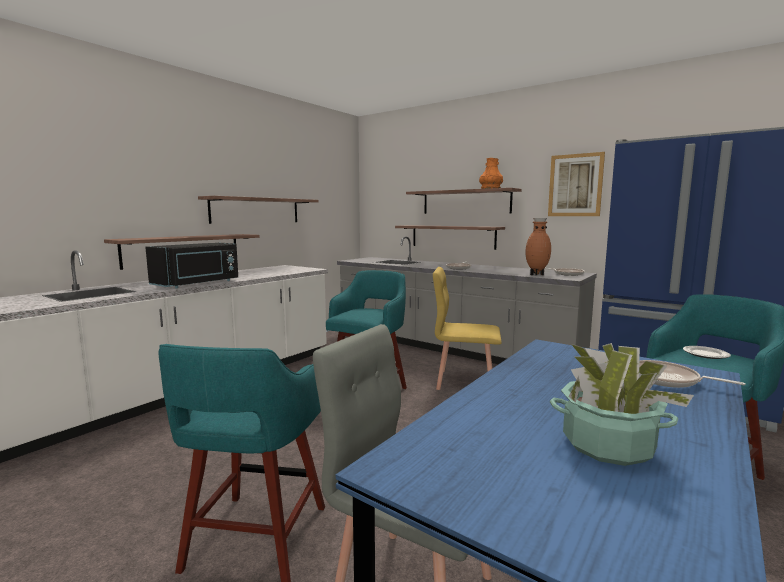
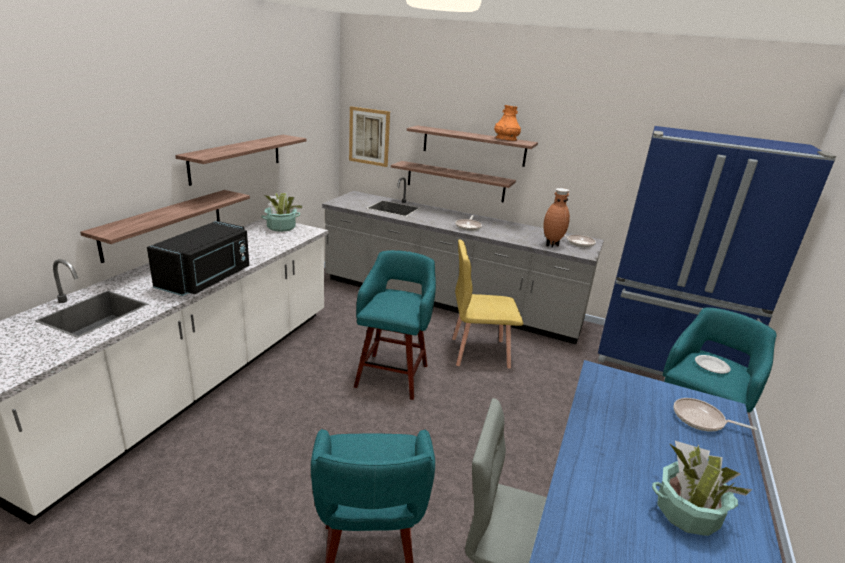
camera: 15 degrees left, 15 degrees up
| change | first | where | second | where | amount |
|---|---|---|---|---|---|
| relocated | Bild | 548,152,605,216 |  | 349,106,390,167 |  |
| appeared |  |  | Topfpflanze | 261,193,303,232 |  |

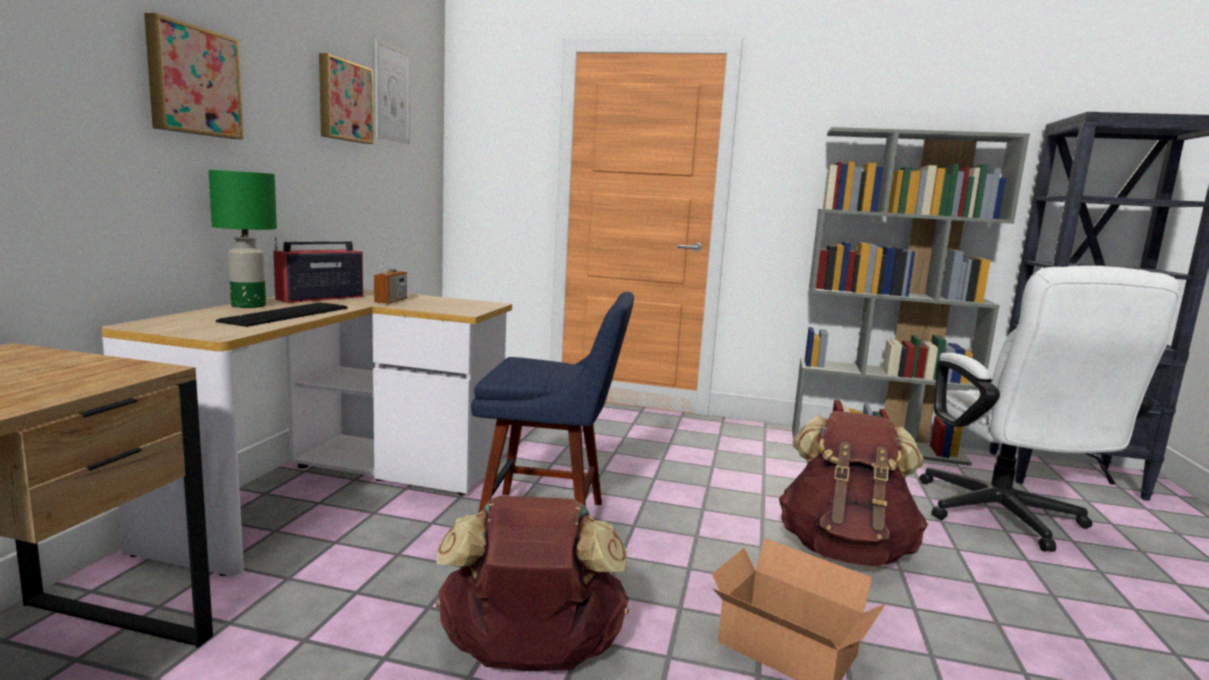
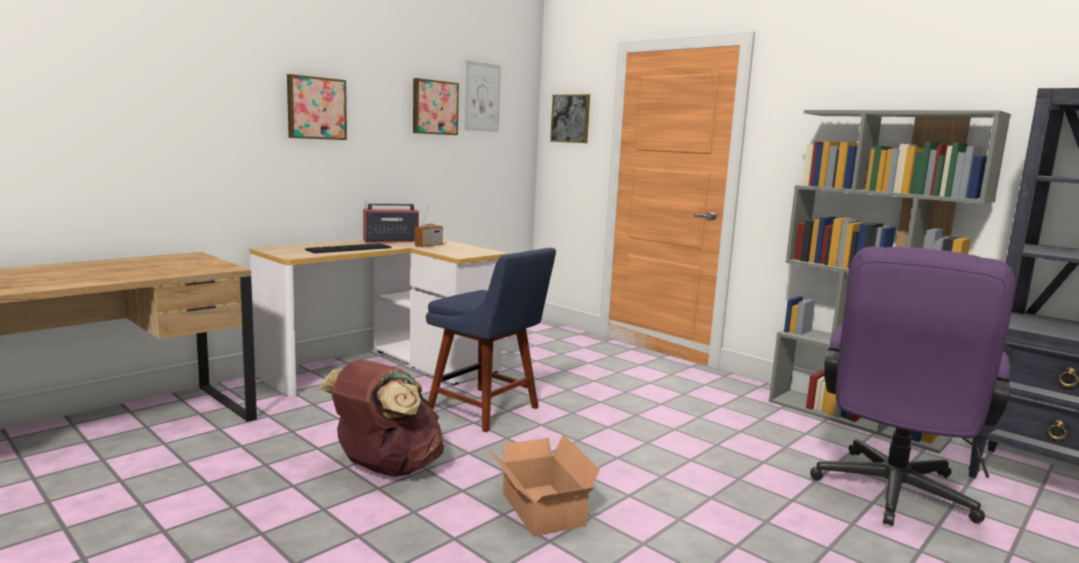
camera: 30 degrees right, 0 degrees up
| change | first | where | second | where | amount |
|---|---|---|---|---|---|
| missing | Tischlampe/grün | 209,170,277,308 |  |  |  |
| missing | Rucksack/braun | 779,411,928,567 |  |  |  |
| colour | Bürostuhl/weiß | 919,266,1180,552 | Bürostuhl/lila | 810,247,1016,526 |  |
| appeared |  |  | Bild | 550,94,590,143 |  |

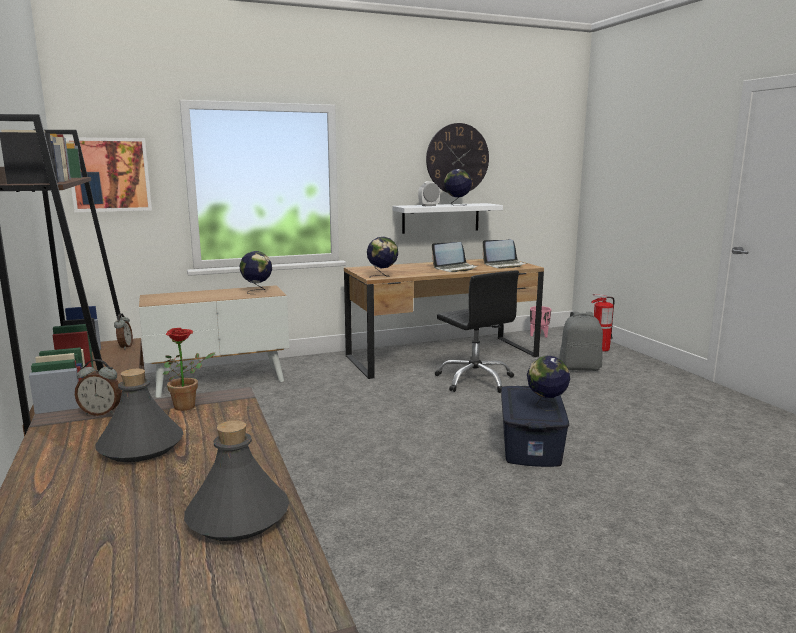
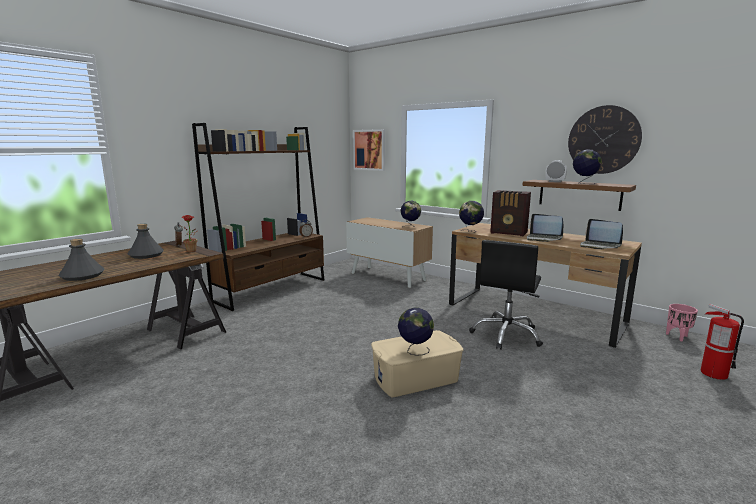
camera: 60 degrees right, 0 degrees up
| change | first | where | second | where | amount |
|---|---|---|---|---|---|
| colour | Wandregal/weiß | 392,203,503,234 | Wandregal/braun | 522,180,636,211 |  |
| colour | Aufbewahrungsbox/blau | 501,386,569,467 | Aufbewahrungsbox/beige | 371,330,463,397 |  |
| missing | Rucksack/grau | 559,311,603,371 |  |  |  |
| appeared |  |  | Radio | 490,190,531,236 |  |

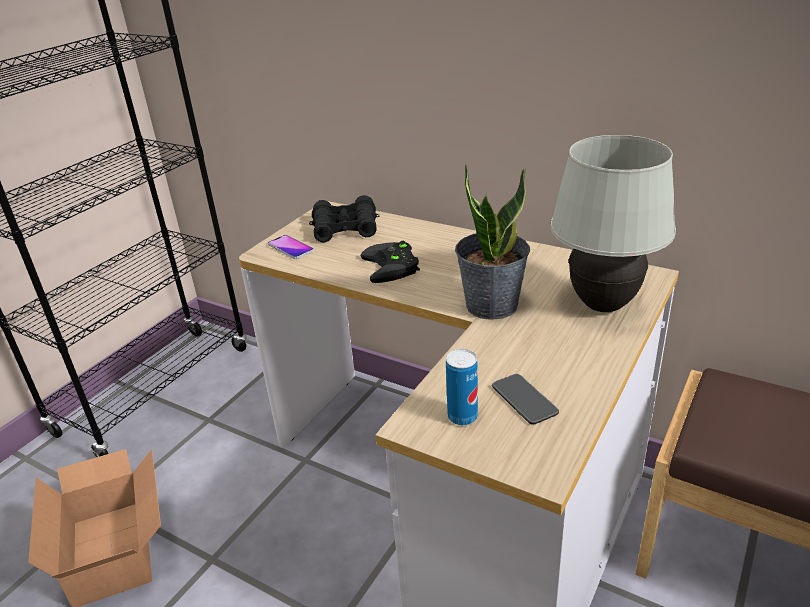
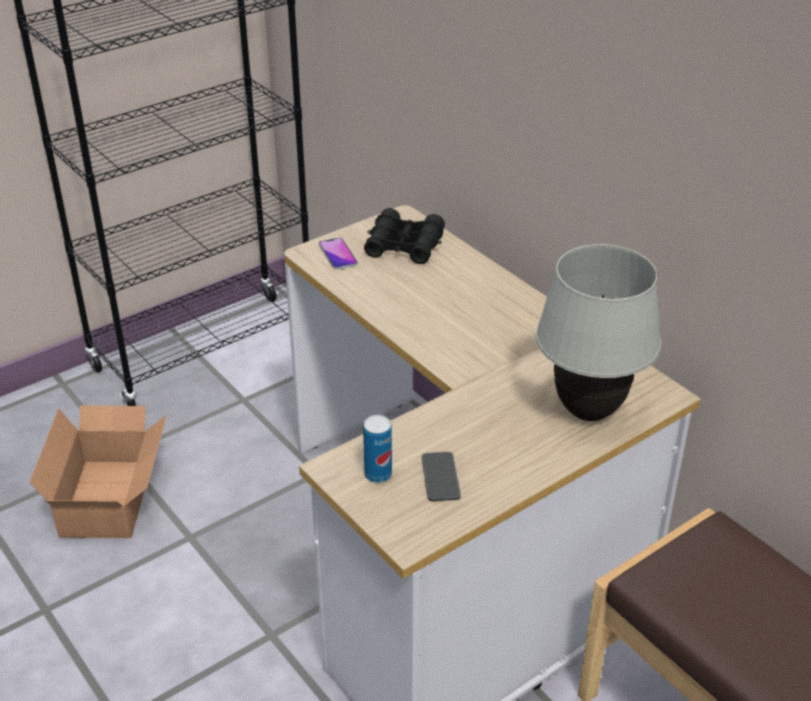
camera: 20 degrees right, 5 degrees up
| change | first | where | second | where | amount |
|---|---|---|---|---|---|
| missing | Gamepad/schwarz | 361,241,420,283 |  |  |  |
| missing | Topfpflanze | 455,164,530,320 |  |  |  |

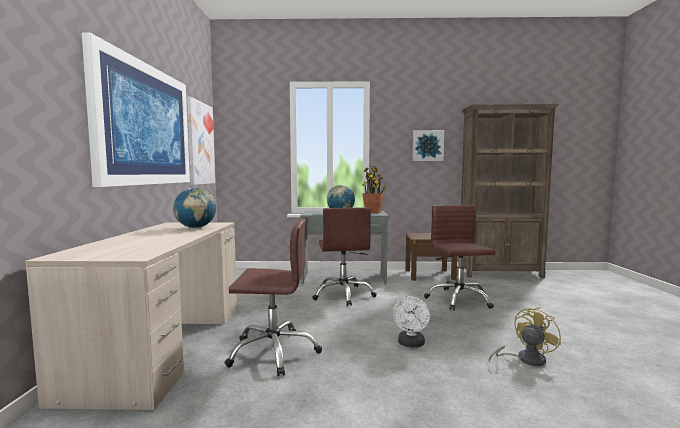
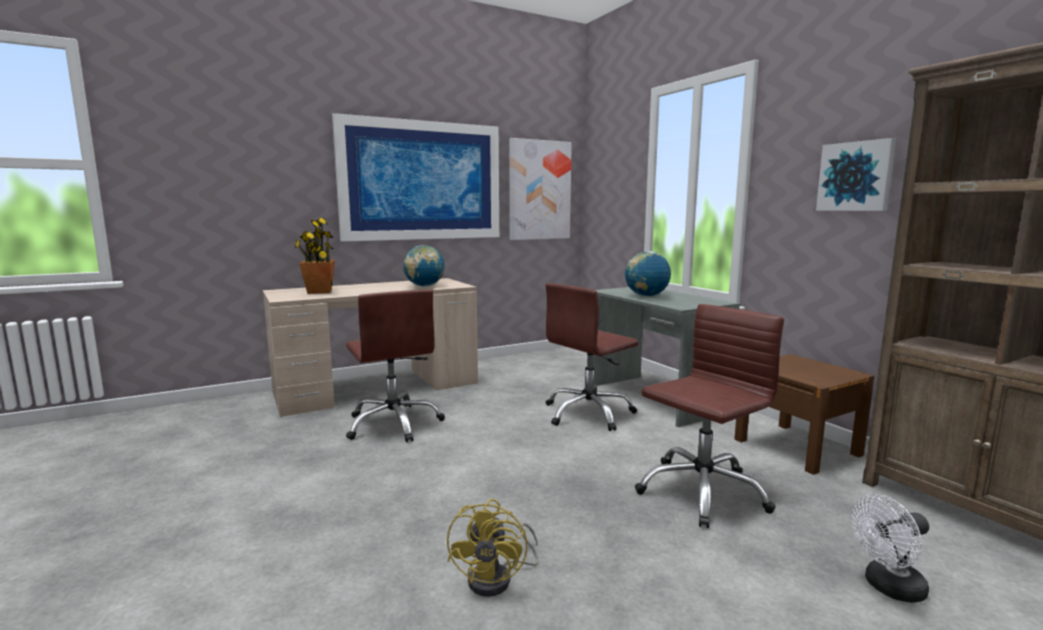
camera: 60 degrees right, 5 degrees up
| change | first | where | second | where | amount |
|---|---|---|---|---|---|
| relocated | Topfpflanze | 362,166,386,213 |  | 295,218,335,294 |  |
| relocated | Ventilator/weiß | 393,297,430,348 |  | 852,494,929,603 |  |
| spun | Ventilator/gelb | 489,307,561,366 |  | 447,499,538,597 | 75 degrees clockwise |

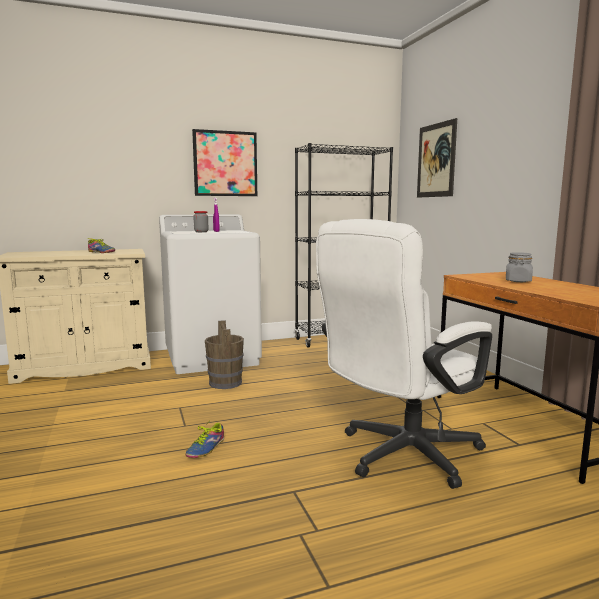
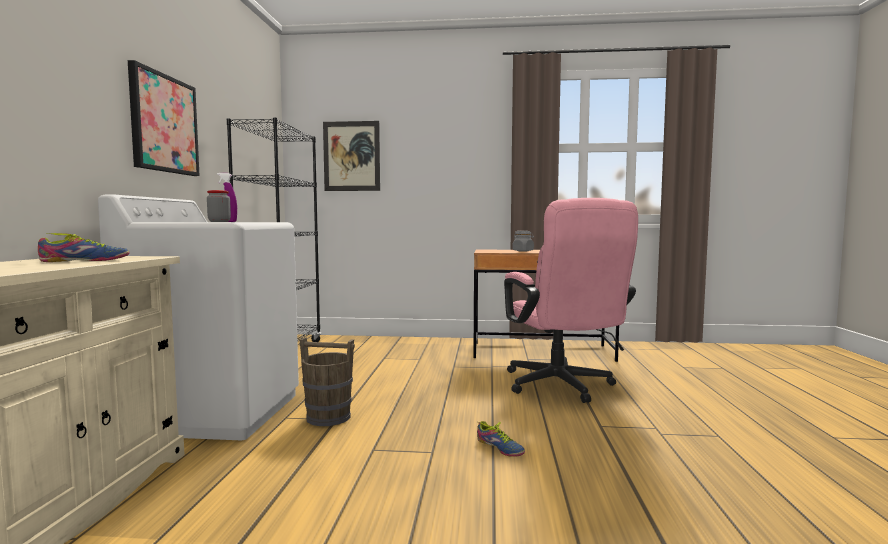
camera: 65 degrees left, 5 degrees down
| change | first | where | second | where | amount |
|---|---|---|---|---|---|
| colour | Bürostuhl/weiß | 316,219,492,489 | Bürostuhl/rosa | 504,198,638,403 |  |

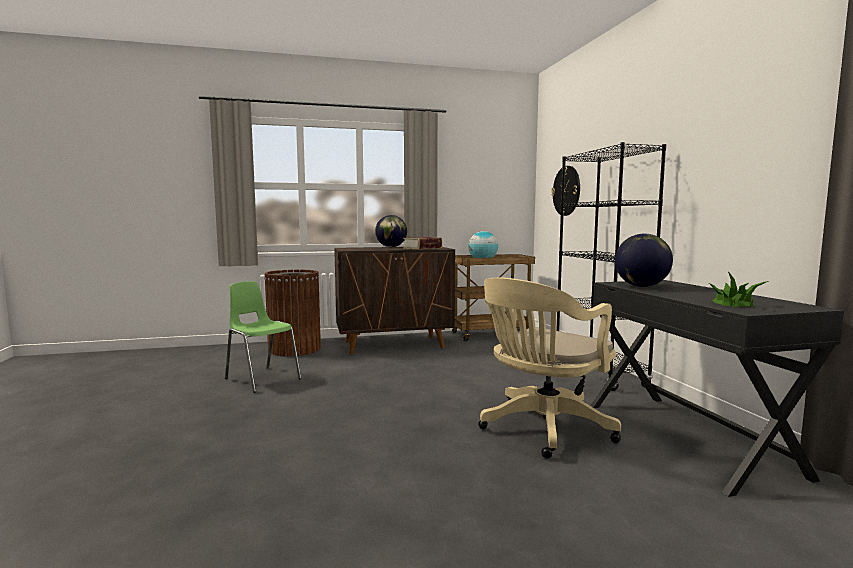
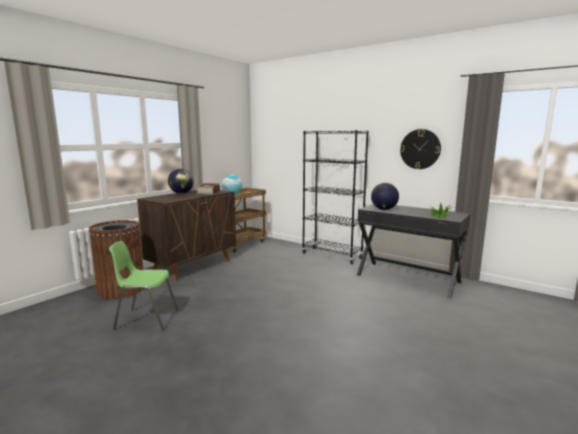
camera: 40 degrees left, 5 degrees up
| change | first | where | second | where | amount |
|---|---|---|---|---|---|
| missing | Bürostuhl/beige | 478,278,621,458 |  |  |  |
| relocated | Wanduhr | 551,166,580,216 |  | 400,129,441,169 |  |

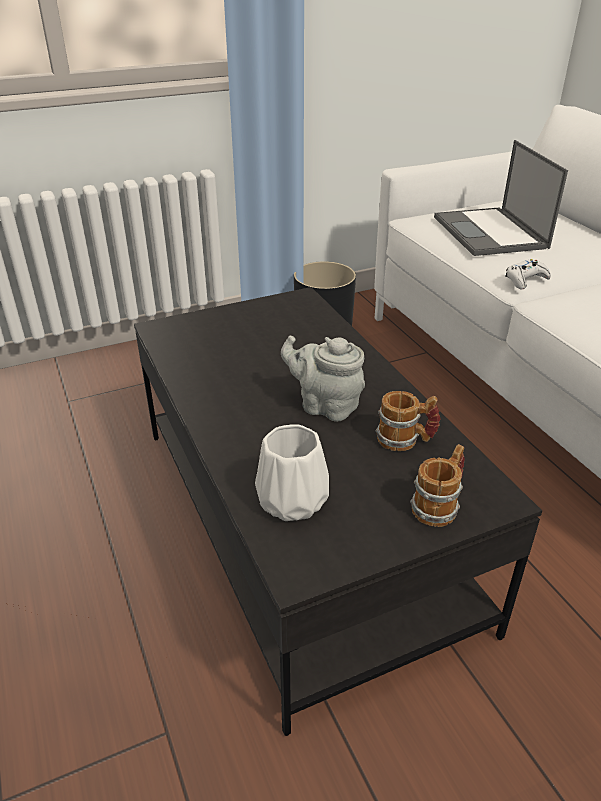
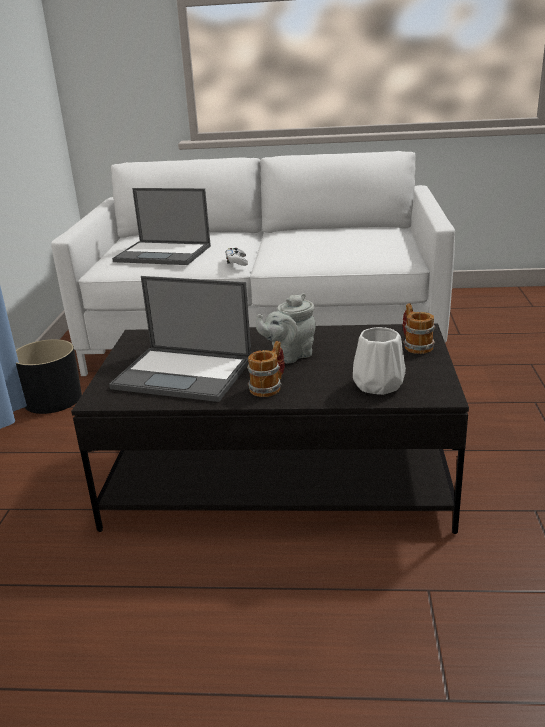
camera: 60 degrees left, 10 degrees down
| change | first | where | second | where | amount |
|---|---|---|---|---|---|
| relocated | Henkelbecher | 376,391,441,451 |  | 247,341,285,397 |  |
| appeared |  |  | Laptop | 109,276,251,402 |  |

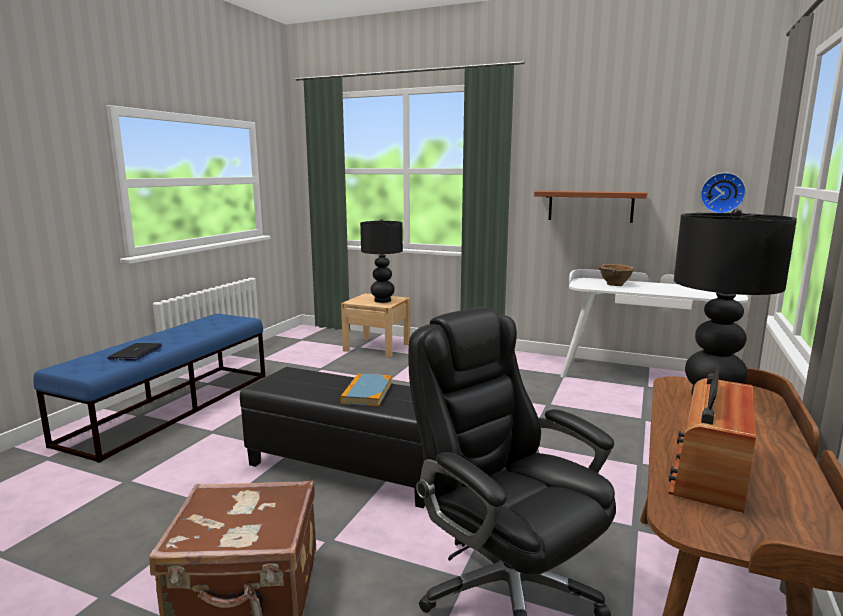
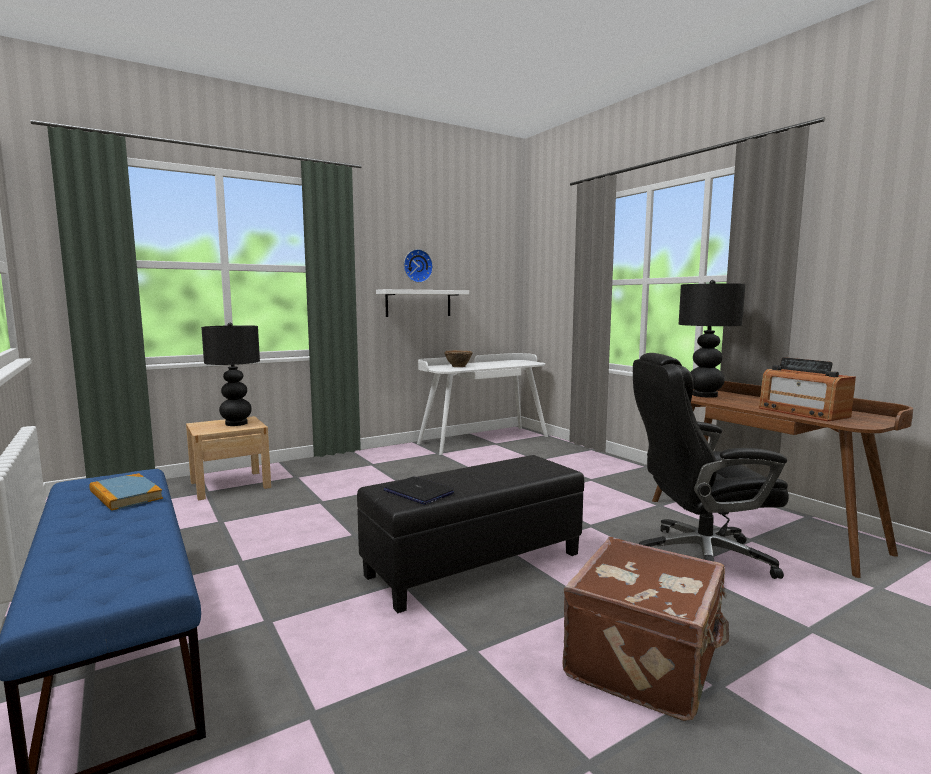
camera: 55 degrees left, 5 degrees down
| change | first | where | second | where | amount |
|---|---|---|---|---|---|
| relocated | Laptop | 107,343,163,361 |  | 383,477,454,505 |  |
| relocated | Buch | 340,374,392,406 |  | 89,473,163,511 |  |
| colour | Wandregal/braun | 534,191,648,223 | Wandregal/weiß | 376,289,469,317 |  |
| relocated | Wanduhr | 700,173,746,213 |  | 404,249,433,283 |  |

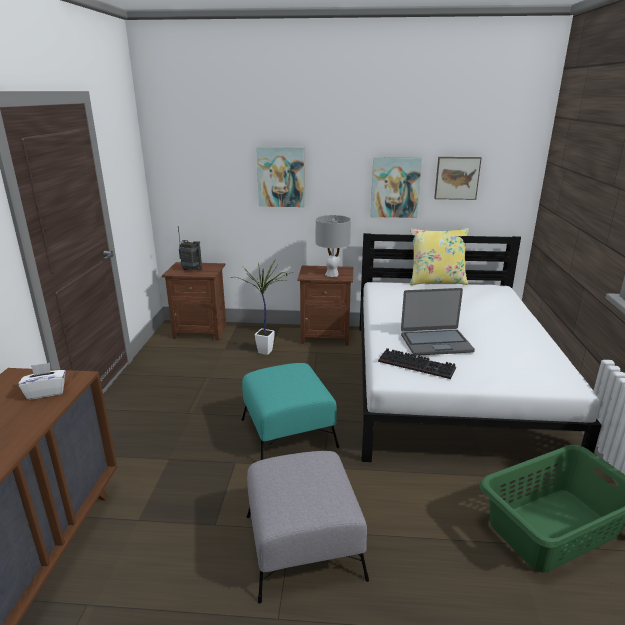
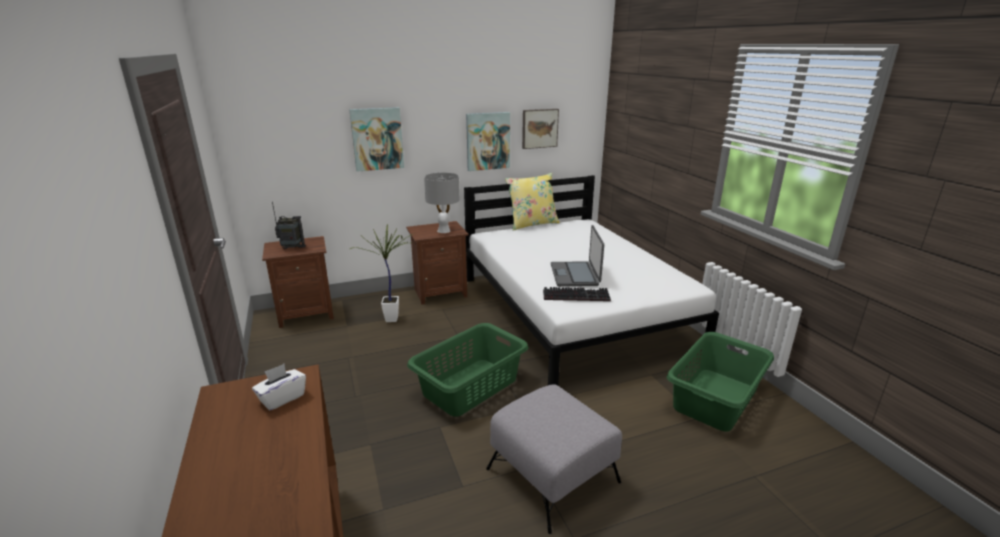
camera: 25 degrees left, 0 degrees up
| change | first | where | second | where | amount |
|---|---|---|---|---|---|
| exchanged | Polsterhocker/türkis | 242,363,339,460 | Wäschekorb/grün | 407,323,529,417 |  |
| spun | Laptop | 401,288,475,356 |  | 551,225,604,287 | 120 degrees clockwise |

